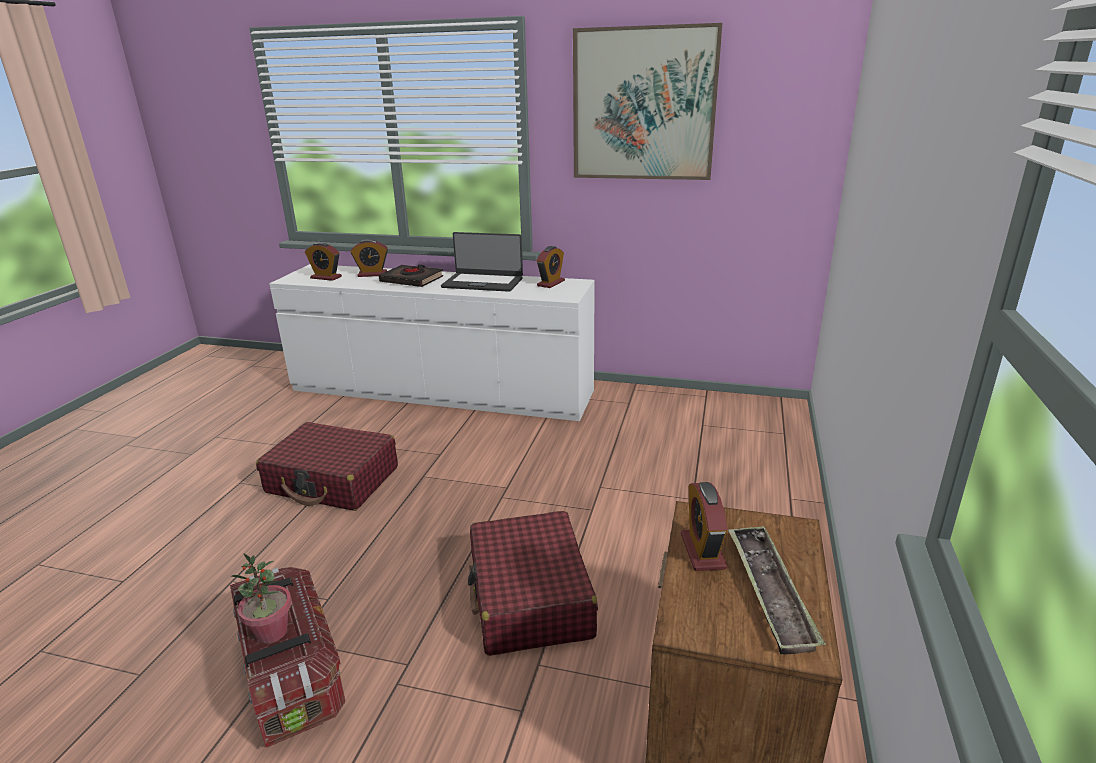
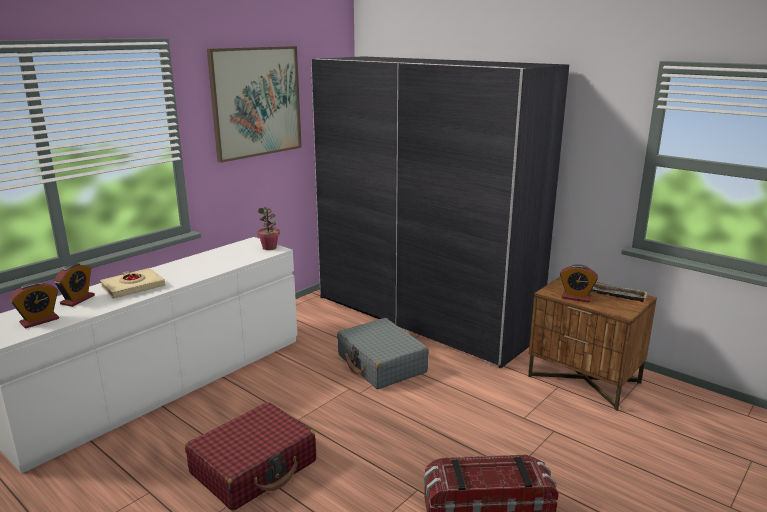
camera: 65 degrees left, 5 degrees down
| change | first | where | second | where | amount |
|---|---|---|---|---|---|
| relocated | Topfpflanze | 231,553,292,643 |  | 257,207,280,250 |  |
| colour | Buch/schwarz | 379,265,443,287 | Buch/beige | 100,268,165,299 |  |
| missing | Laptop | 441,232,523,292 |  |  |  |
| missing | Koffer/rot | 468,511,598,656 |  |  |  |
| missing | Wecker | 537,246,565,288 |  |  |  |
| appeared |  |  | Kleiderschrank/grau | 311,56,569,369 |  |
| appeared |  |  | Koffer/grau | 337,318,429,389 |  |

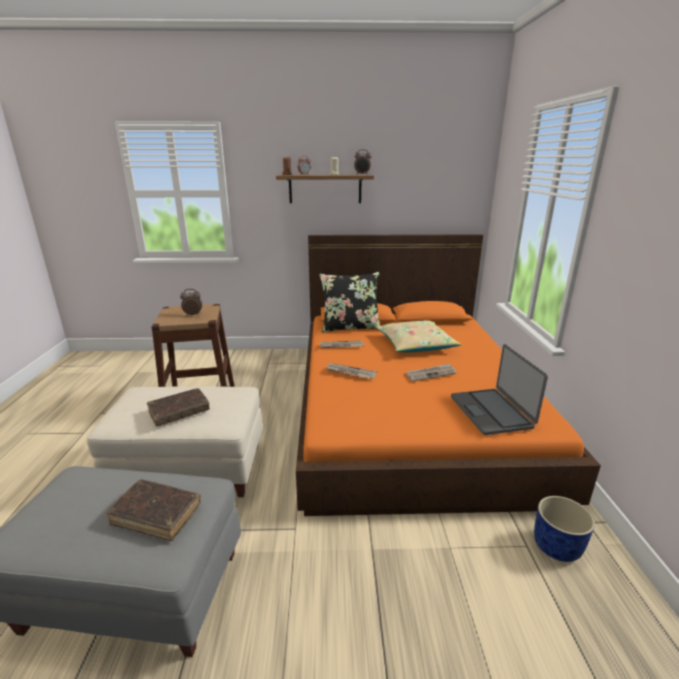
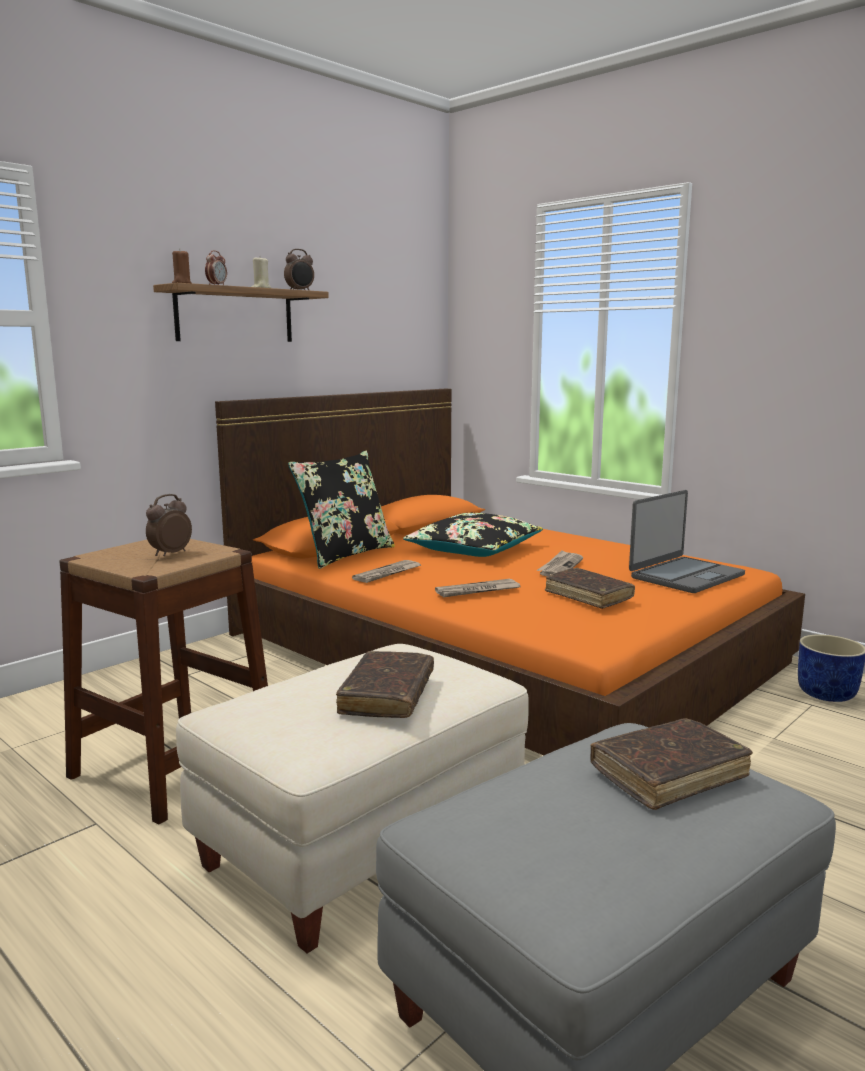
camera: 45 degrees left, 10 degrees down
| change | first | where | second | where | amount |
|---|---|---|---|---|---|
| colour | Kissen/beige | 376,321,462,353 | Kissen/schwarz | 403,513,543,557 |  |
| spun | Laptop | 451,344,548,435 |  | 629,490,745,593 | 75 degrees counterclockwise |
| appeared |  |  | Buch/braun | 545,568,635,609 |  |

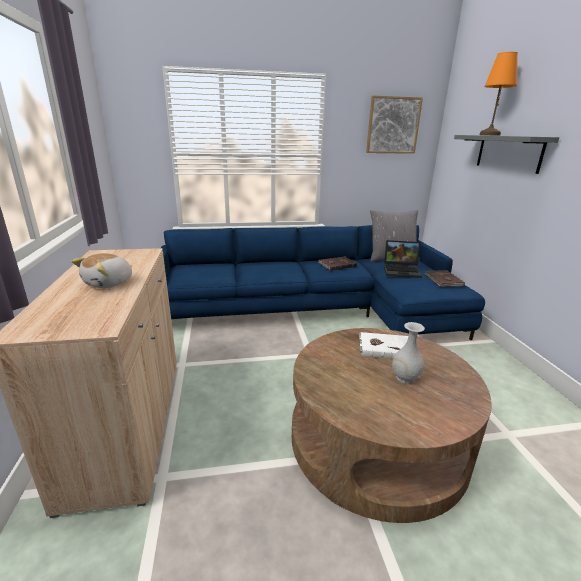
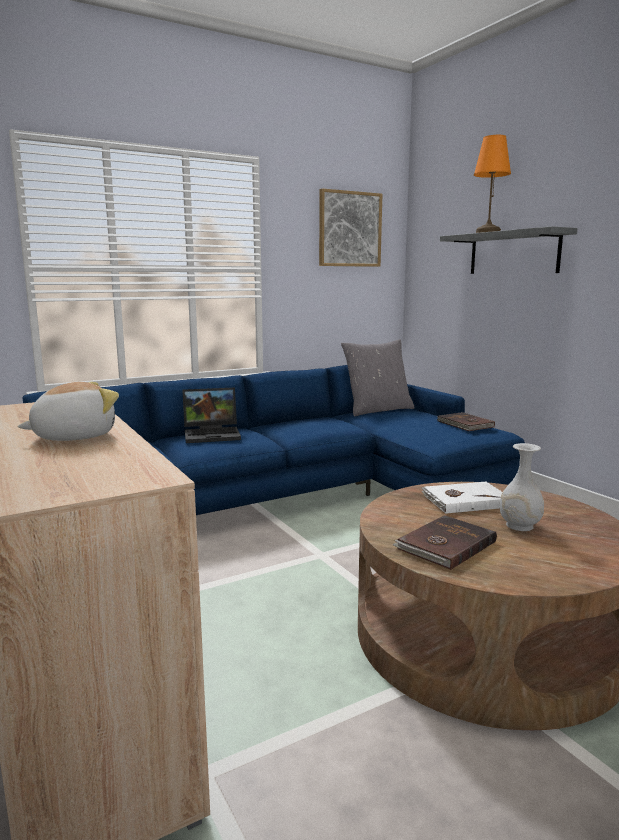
camera: 20 degrees left, 10 degrees down
| change | first | where | second | where | amount |
|---|---|---|---|---|---|
| spun | Plüschtier | 71,253,132,288 |  | 17,382,119,441 | 135 degrees counterclockwise |
| relocated | Buch/braun | 318,257,357,271 |  | 392,515,497,570 |  |
| relocated | Laptop | 384,240,422,278 |  | 182,387,241,443 |  |

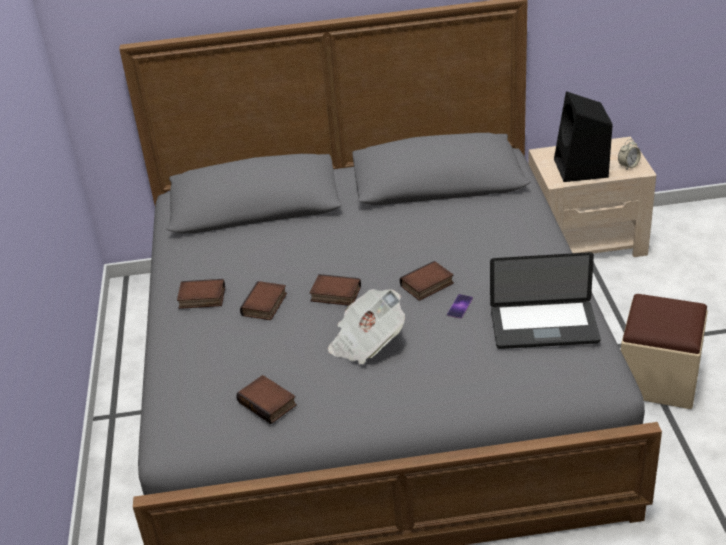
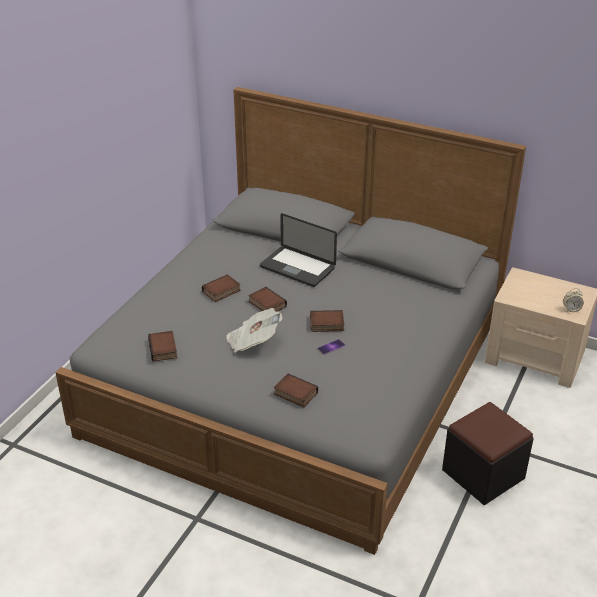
camera: 30 degrees right, 0 degrees up
| change | first | where | second | where | amount |
|---|---|---|---|---|---|
| relocated | Buch | 177,279,225,309 |  | 274,374,318,408 |  |
| relocated | Laptop | 490,252,601,349 |  | 260,213,337,287 |  |
| missing | Lautsprecher/schwarz | 554,91,613,182 |  |  |  |
| colour | Polsterhocker/beige | 621,294,708,409 | Polsterhocker/schwarz | 442,402,533,505 |  |

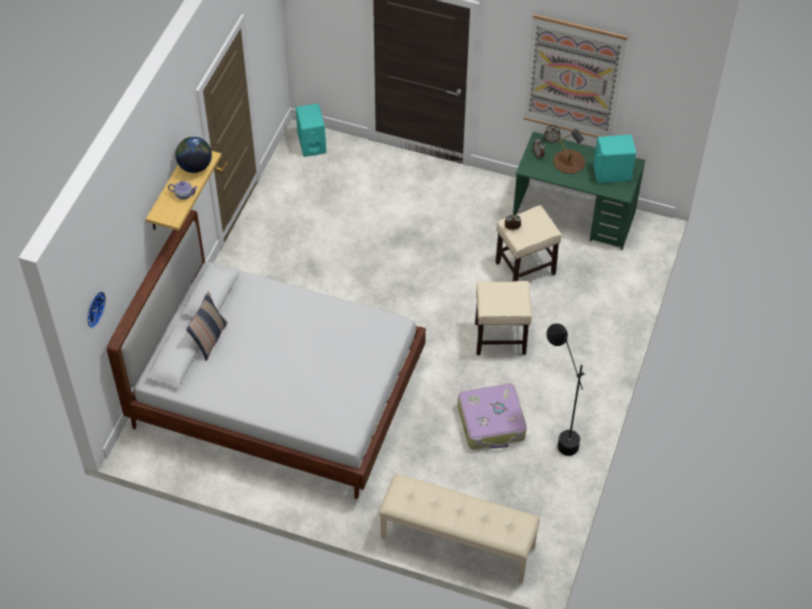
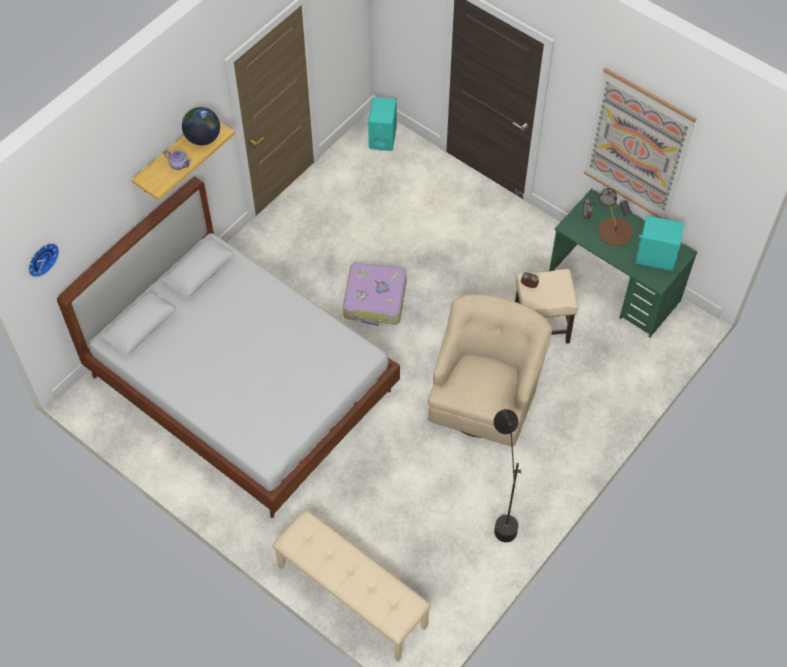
camera: 20 degrees right, 5 degrees up
| change | first | where | second | where | amount |
|---|---|---|---|---|---|
| missing | Kissen | 186,291,227,361 |  |  |  |
| relocated | Koffer | 458,384,527,449 |  | 343,263,407,326 |  |
| exchanged | Hocker/beige | 475,281,532,355 | Sessel/beige | 428,294,553,446 |  |

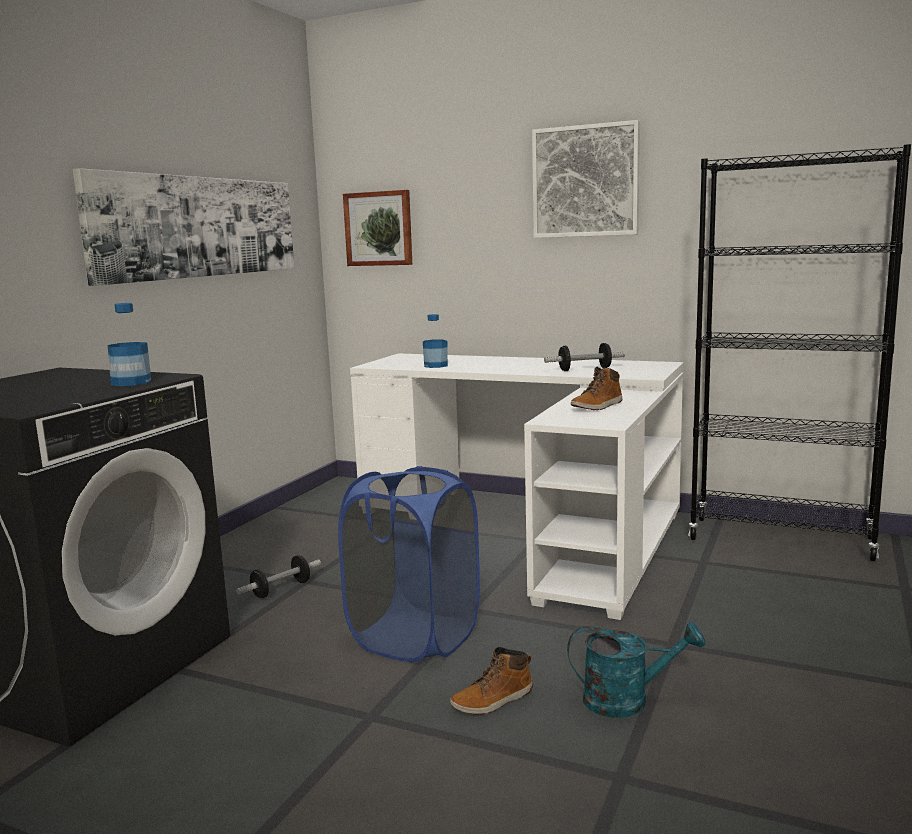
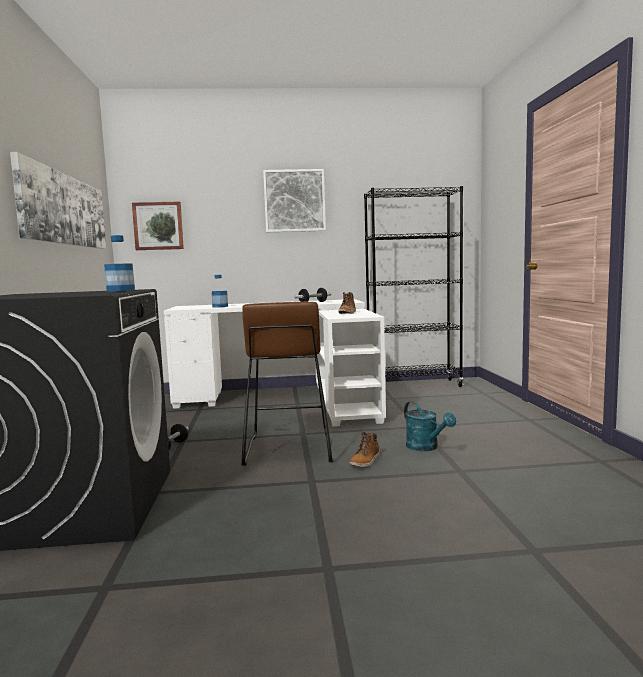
camera: 30 degrees left, 5 degrees down
| change | first | where | second | where | amount |
|---|---|---|---|---|---|
| exchanged | Wäschekorb/blau | 338,466,480,662 | Hocker/braun | 241,302,333,466 |  |
| spun | Gießkanne/türkis | 567,622,705,718 |  | 404,401,456,451 | 90 degrees clockwise |

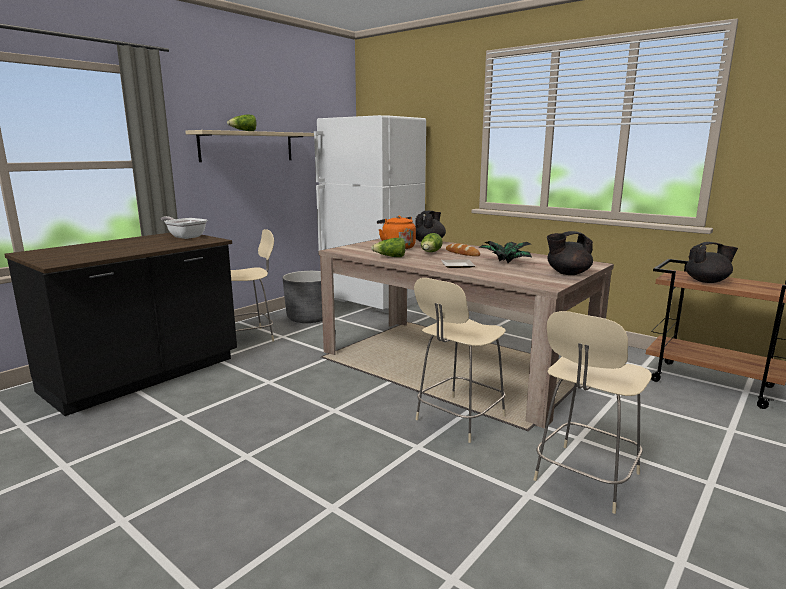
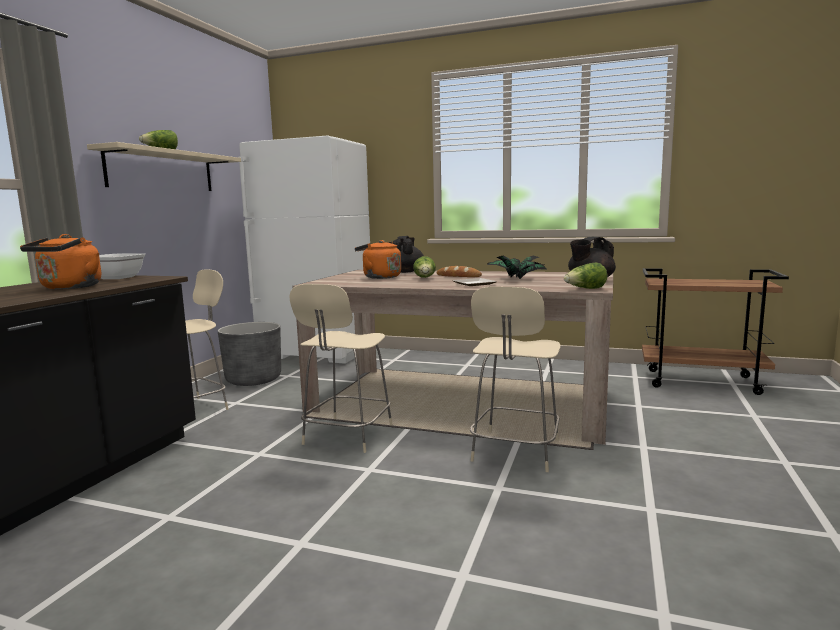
camera: 20 degrees left, 5 degrees down
| change | first | where | second | where | amount |
|---|---|---|---|---|---|
| relocated | Salatkopf | 371,238,406,257 |  | 564,263,607,289 |  |
| relocated | Hocker/beige | 533,311,652,514 |  | 289,284,393,453 |  |
| missing | Teekanne/schwarz | 685,242,738,283 |  |  |  |
| appeared |  |  | Wasserkessel/orange | 20,234,101,289 |  |

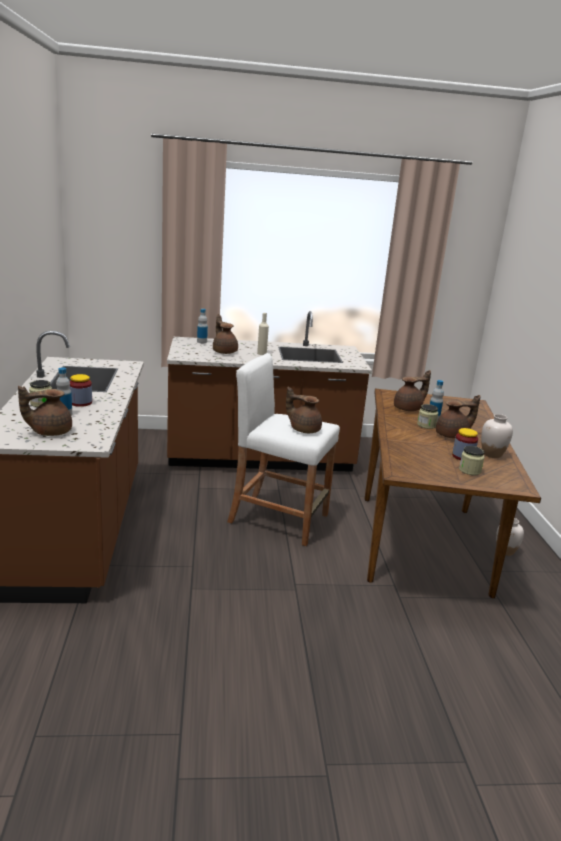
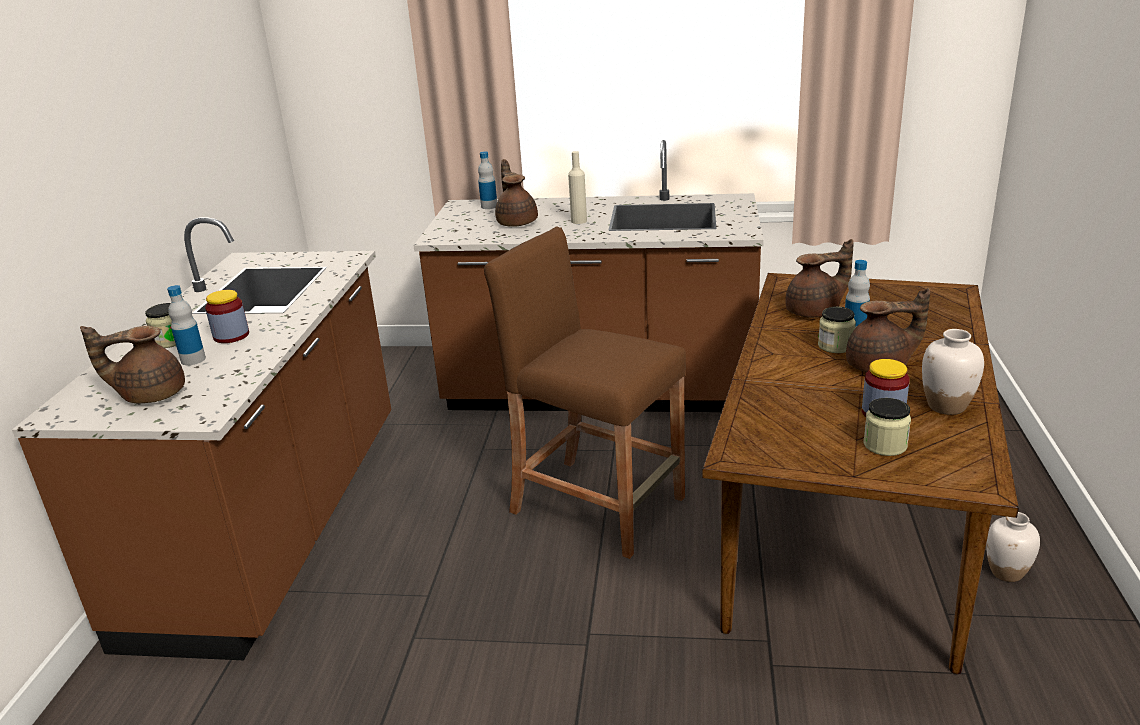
camera: 15 degrees right, 5 degrees up
| change | first | where | second | where | amount |
|---|---|---|---|---|---|
| colour | Hocker/weiß | 227,353,340,546 | Hocker/braun | 484,226,686,559 |  |
| missing | Teekanne/braun | 286,386,322,433 |  |  |  |

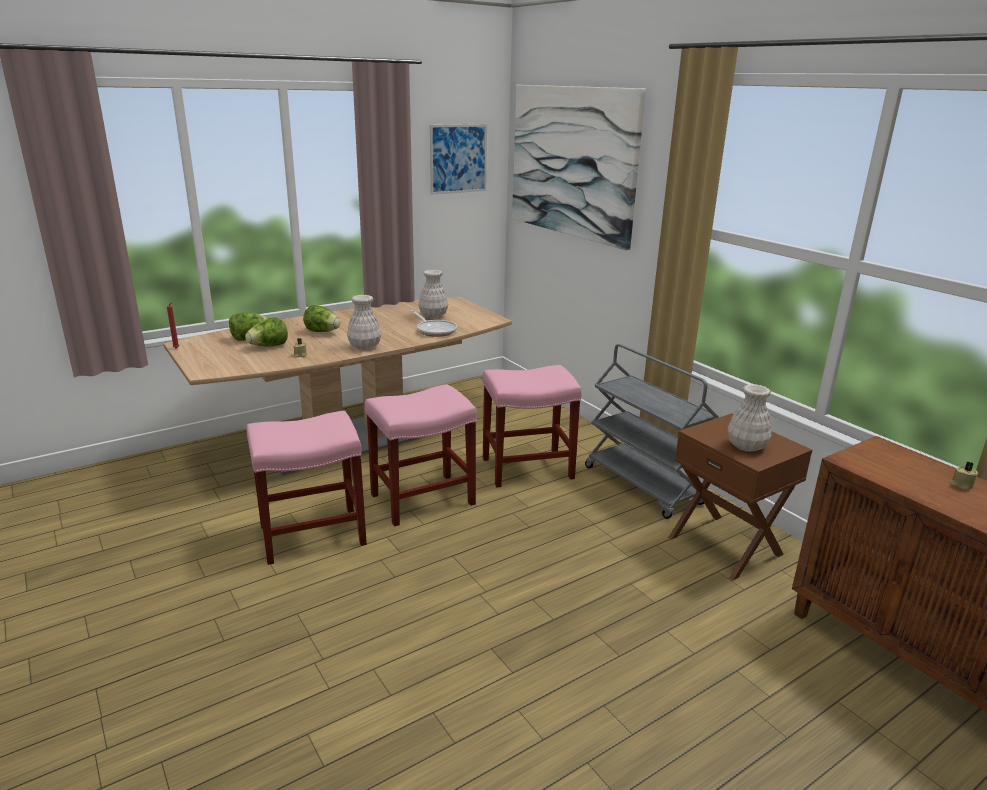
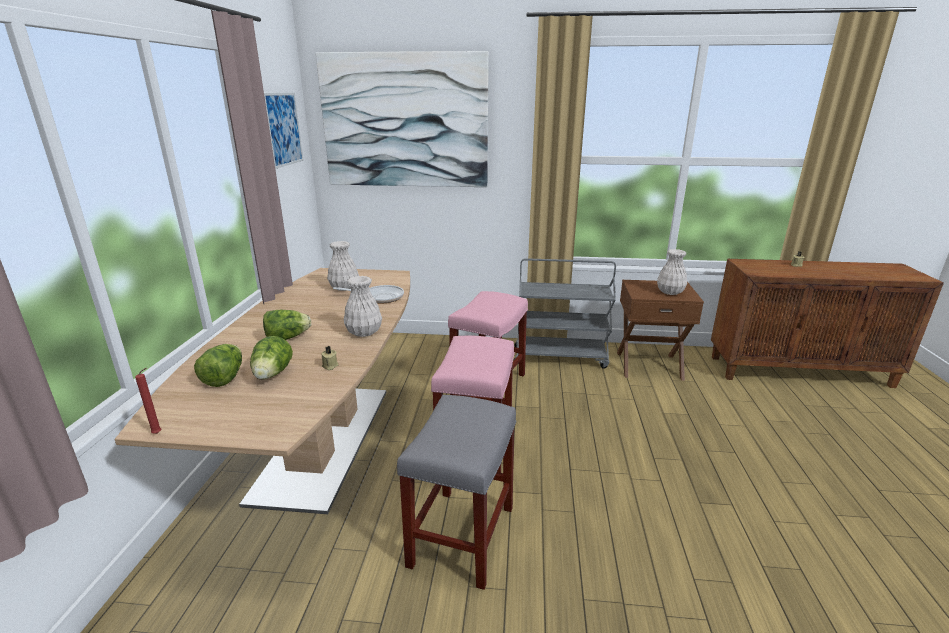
camera: 50 degrees left, 0 degrees up
| change | first | where | second | where | amount |
|---|---|---|---|---|---|
| colour | Hocker/rosa | 247,411,367,565 | Hocker/grau | 397,395,517,590 |  |

